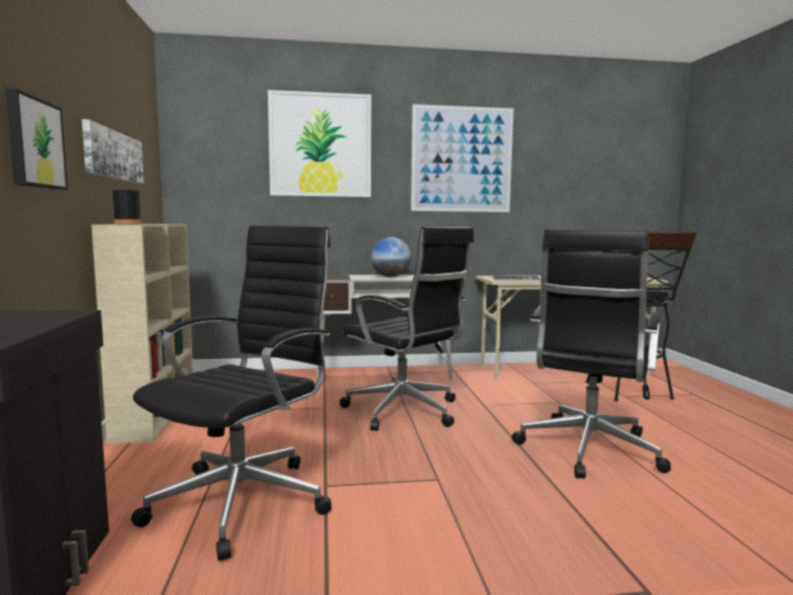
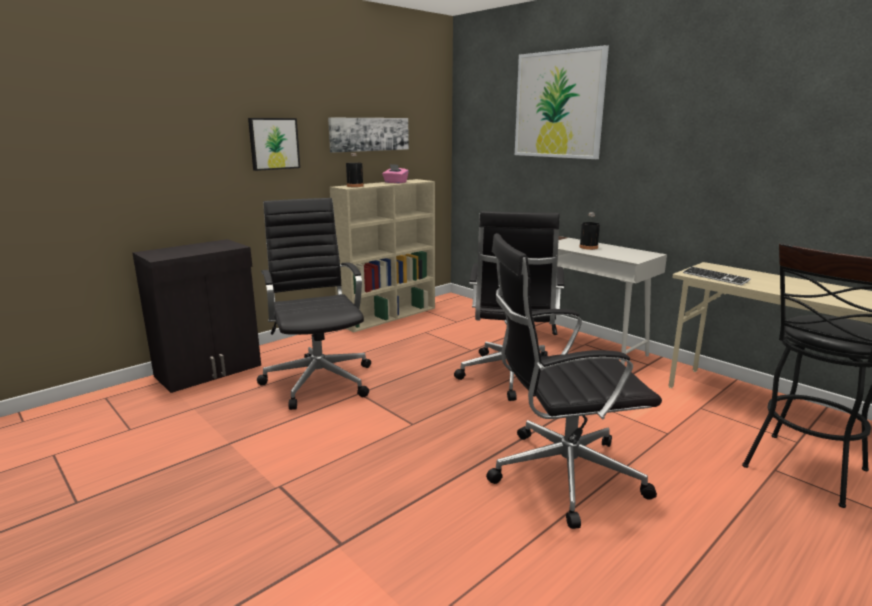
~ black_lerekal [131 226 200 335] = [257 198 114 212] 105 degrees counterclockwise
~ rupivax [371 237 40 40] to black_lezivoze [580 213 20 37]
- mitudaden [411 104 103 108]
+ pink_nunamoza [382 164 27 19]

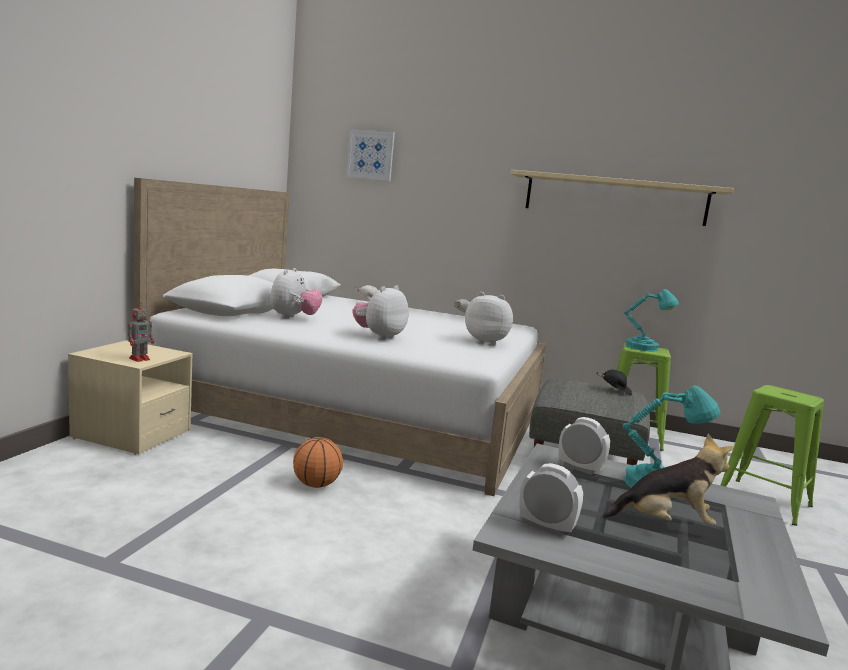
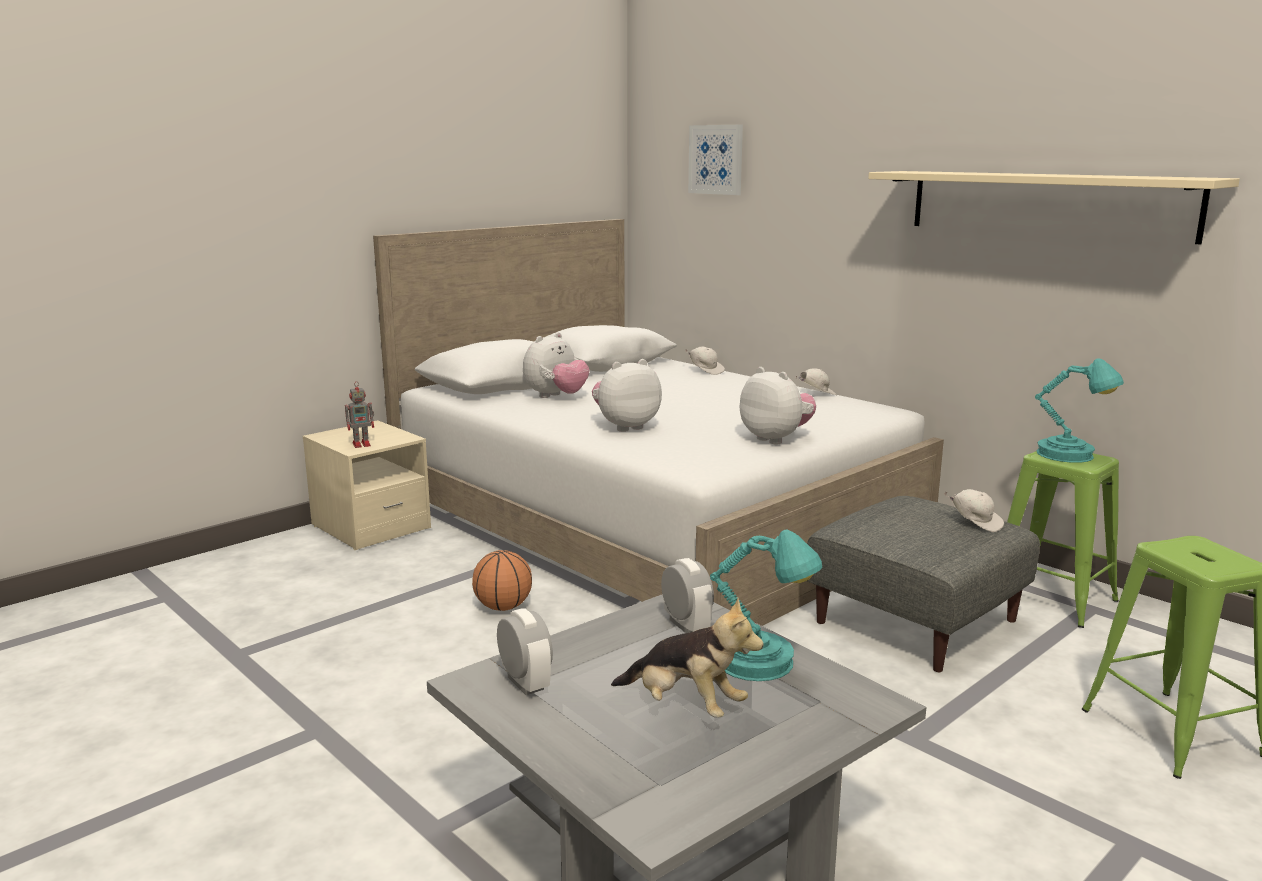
~ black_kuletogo [596 370 36 25] to white_kuletogo [944 489 60 43]

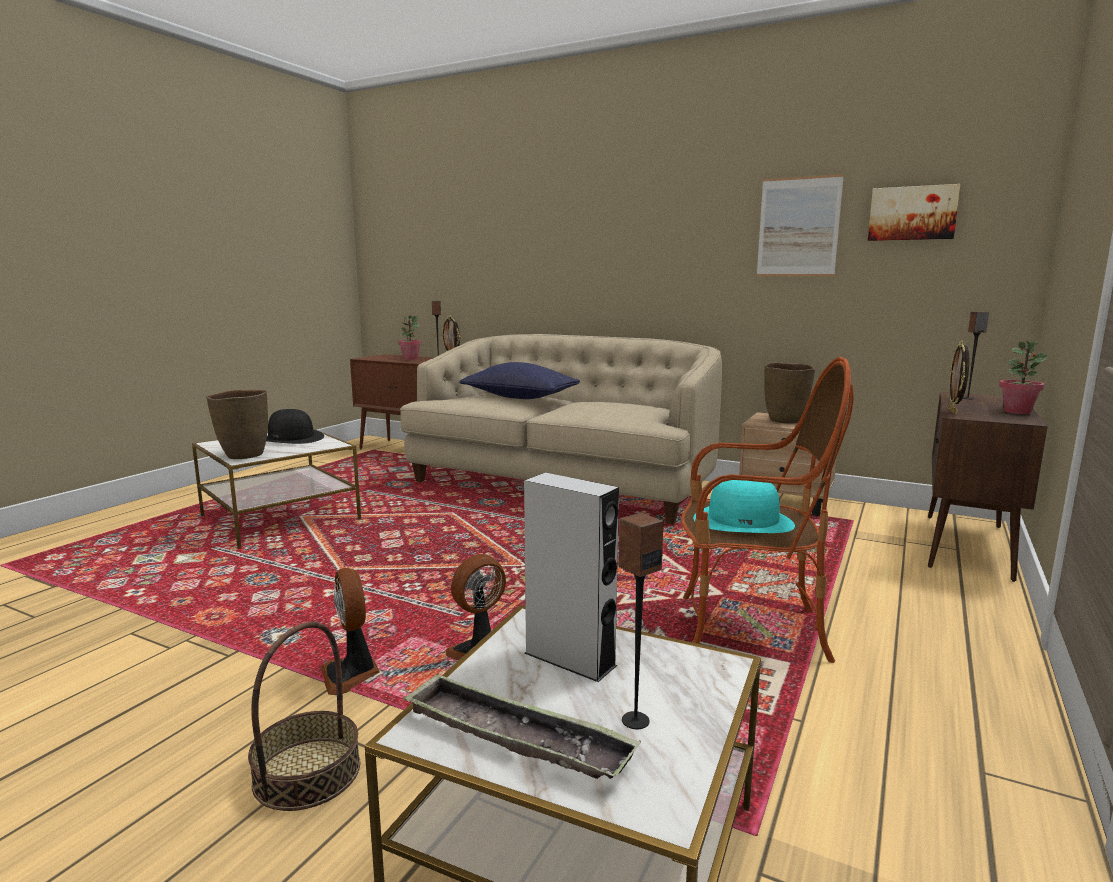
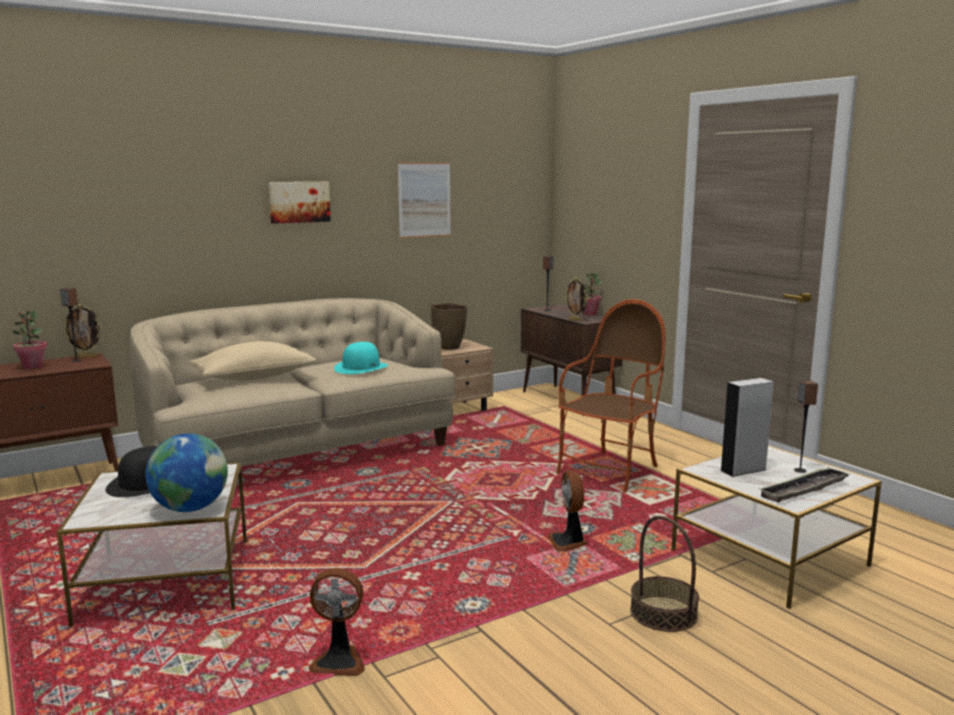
~ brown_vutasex [206 390 62 69] to rupivax [145 433 83 79]
~ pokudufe [320 568 60 127] to [309 568 56 108]
~ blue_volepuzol [459 362 121 37] to beige_volepuzol [190 341 127 40]
~ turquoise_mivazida [693 480 102 53] to [334 342 54 32]
~ mitudaden [868 184 93 57] to [268 182 63 42]

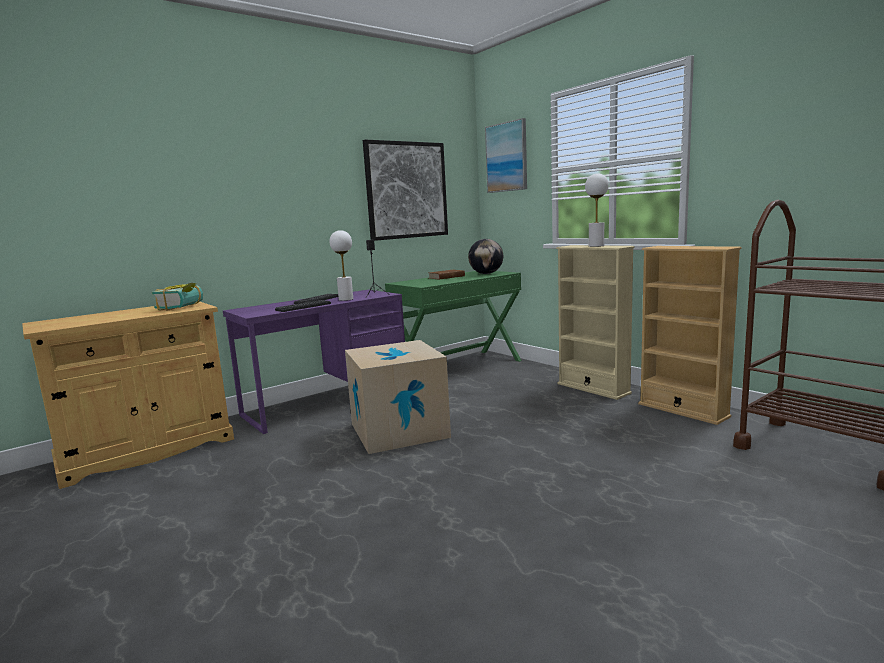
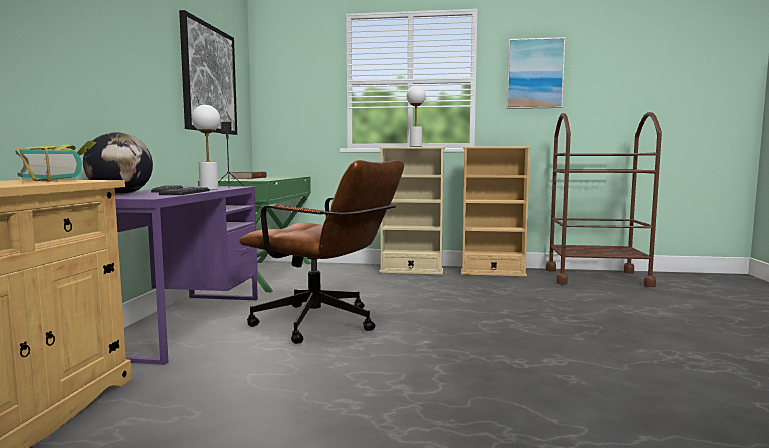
~ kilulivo [345 340 106 114] to brown_lerekal [239 160 165 184]
~ rupivax [468 239 35 35] to [83 132 70 63]
~ mitudaden [485 118 42 75] to [506 37 59 72]

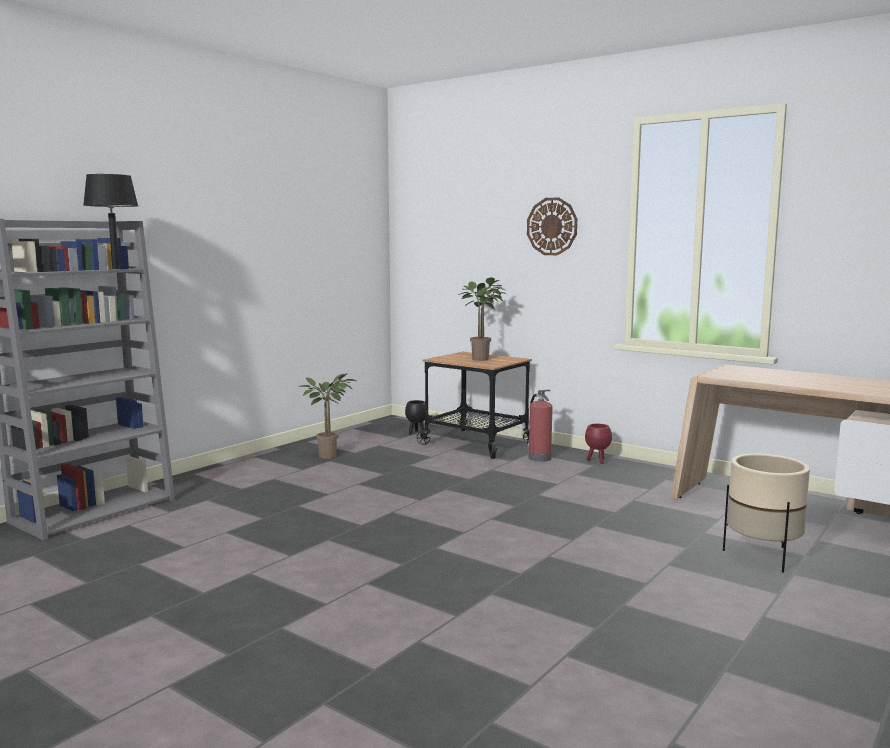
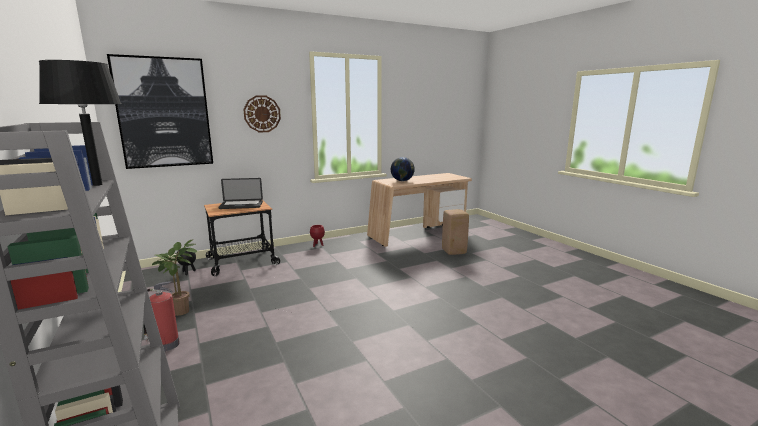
~ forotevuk [459 277 48 84] to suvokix [218 178 45 31]
~ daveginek [528 390 24 72] to [144 281 36 70]
~ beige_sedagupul [723 454 87 119] to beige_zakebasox [442 209 27 46]
+ mitudaden [107 54 106 115]
+ rupivax [391 157 24 24]

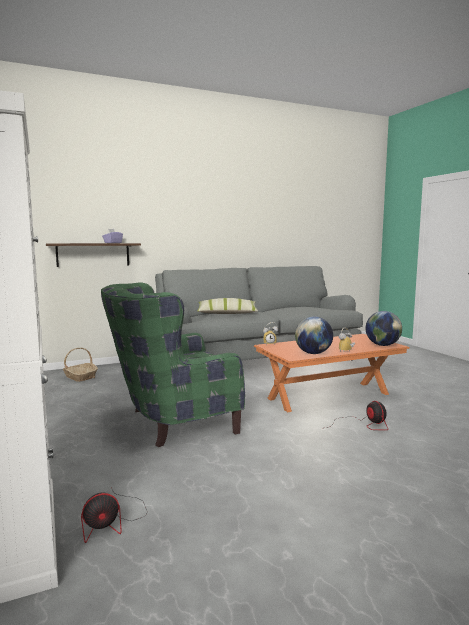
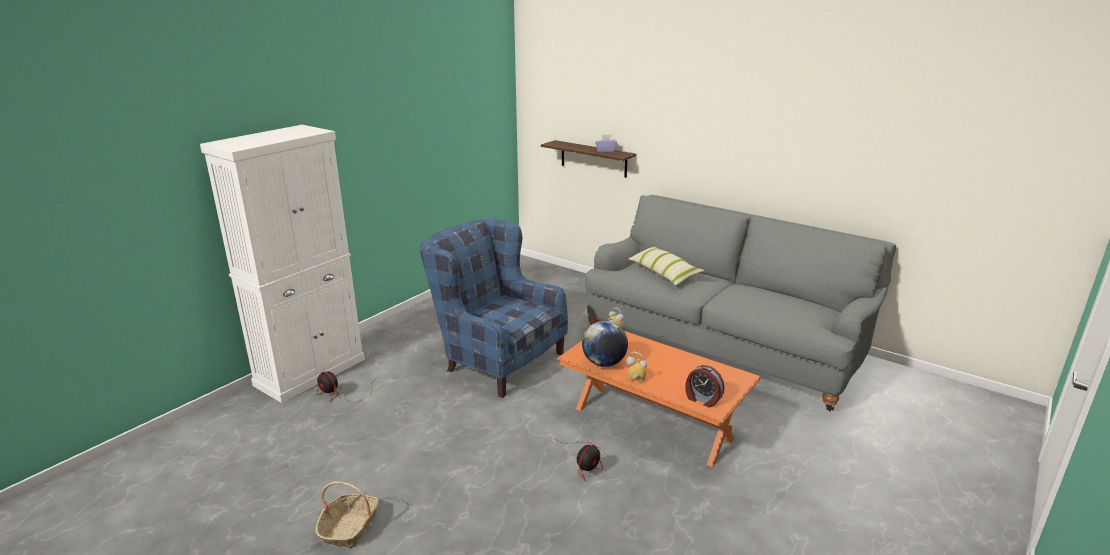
~ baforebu [63 348 35 34] to [315 481 64 67]
~ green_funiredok [101 283 144 164] to blue_funiredok [420 218 148 180]
~ rupivax [365 311 37 35] to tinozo [685 365 39 43]

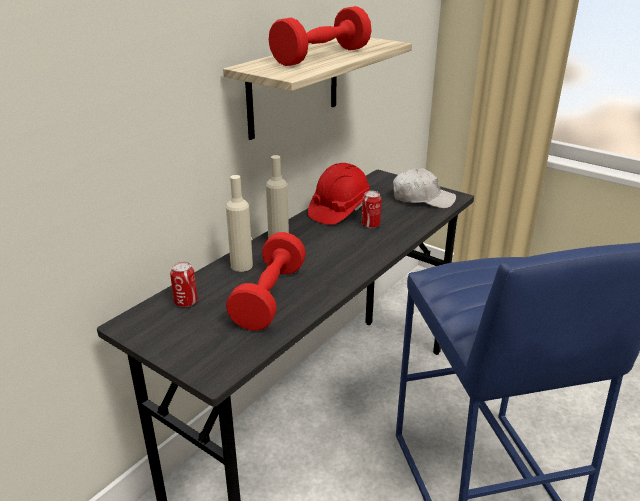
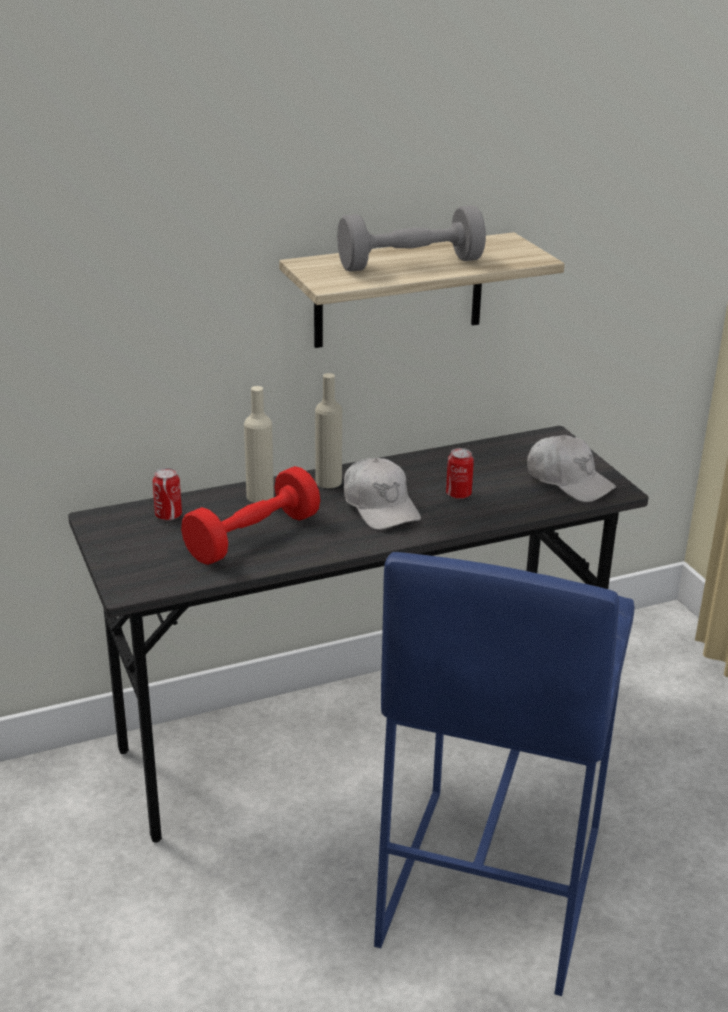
~ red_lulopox [269 6 103 60] to grey_lulopox [337 205 149 67]
- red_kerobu [308 163 63 62]
+ white_kuletogo [344 458 77 72]

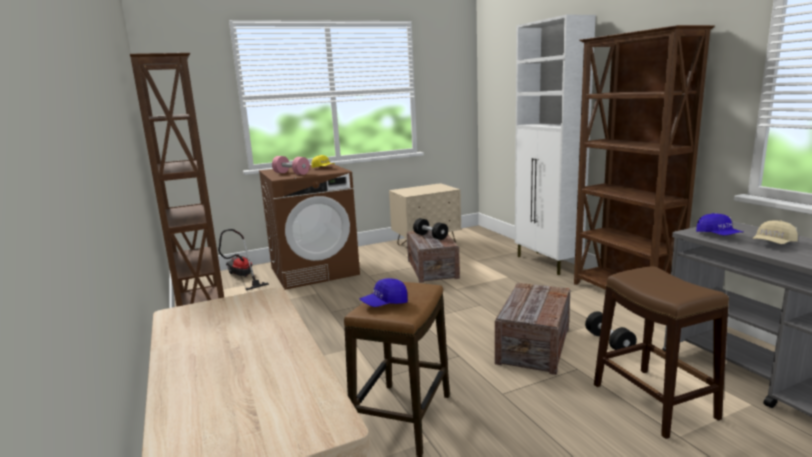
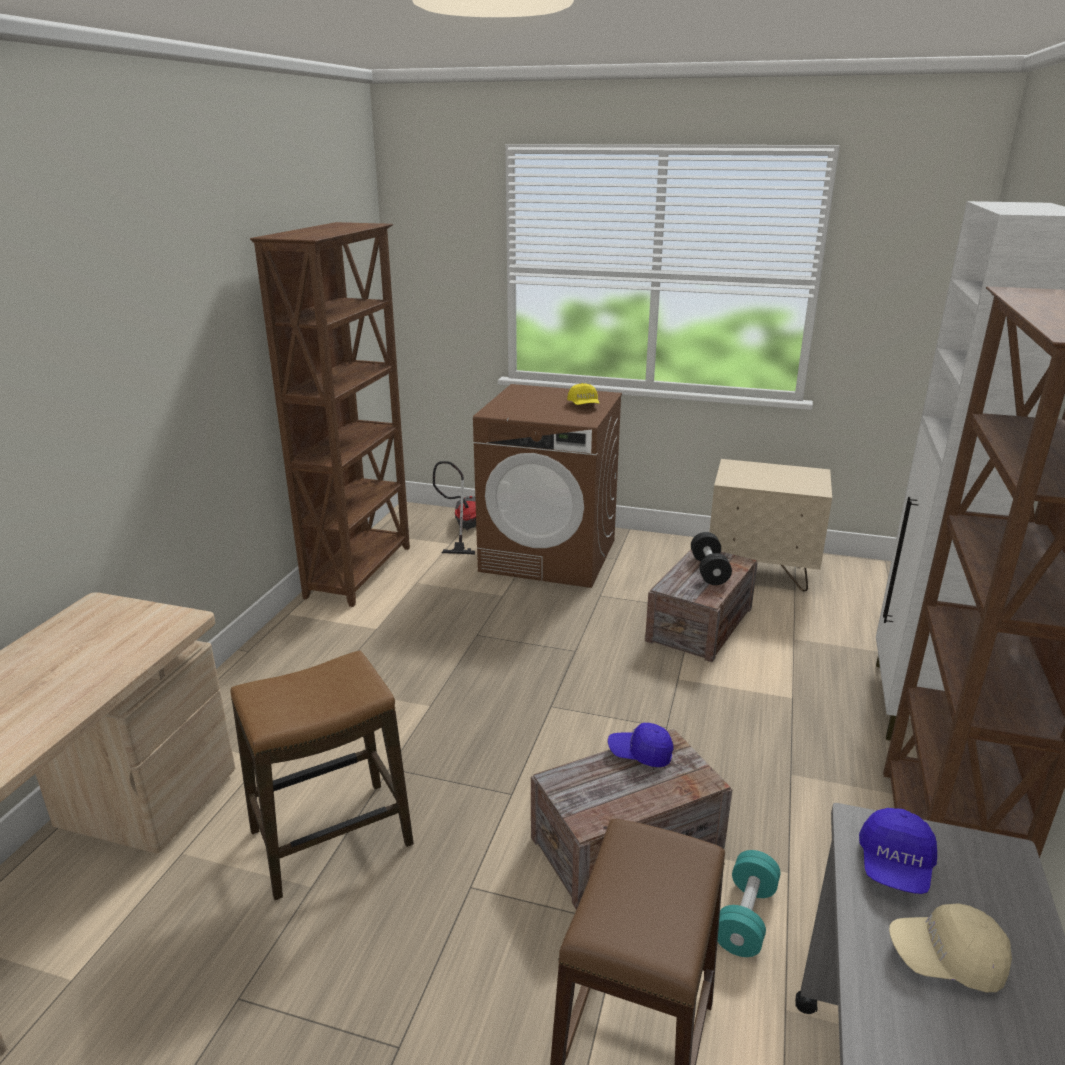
- pink_lulopox [272 156 38 19]
~ blue_kuletogo [359 278 49 29] to [608 723 65 44]
~ black_lulopox [585 311 52 39] to turquoise_lulopox [718 850 62 107]

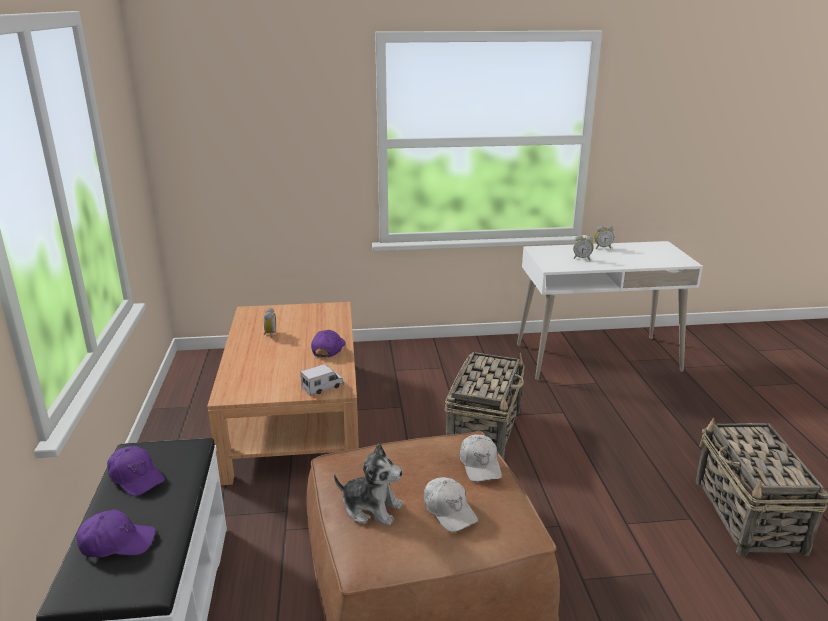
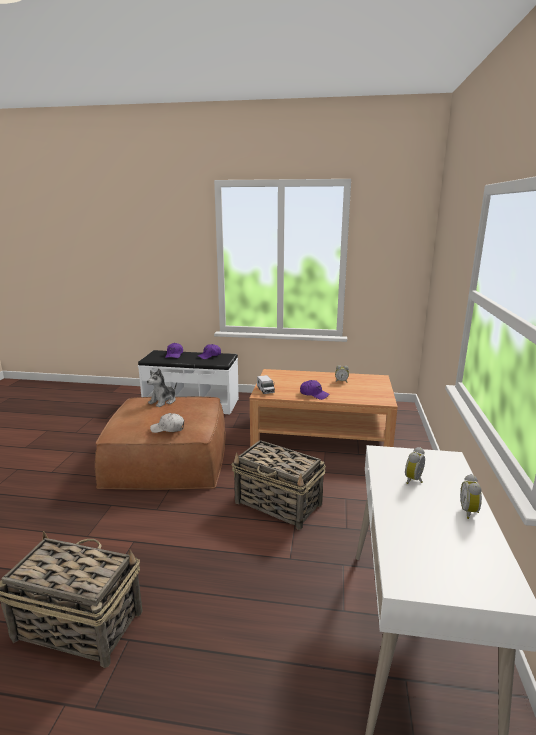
- white_kuletogo [424 477 54 55]

